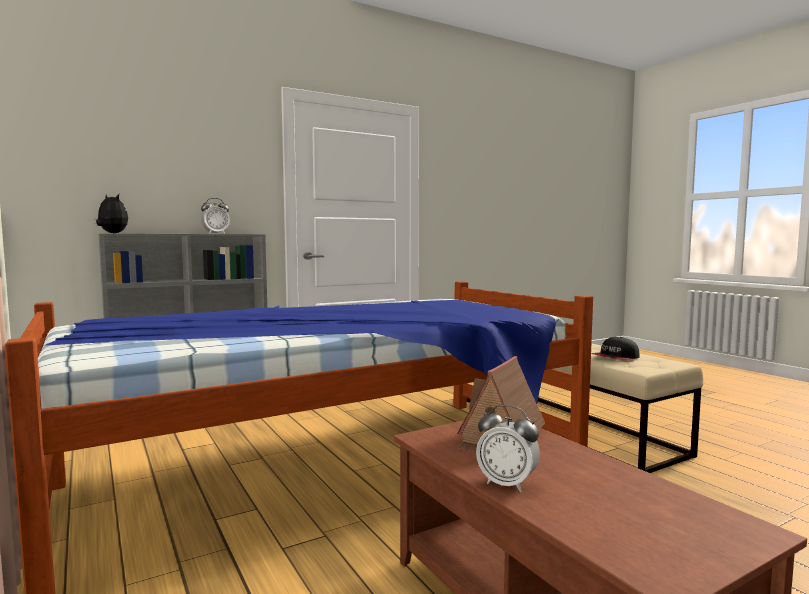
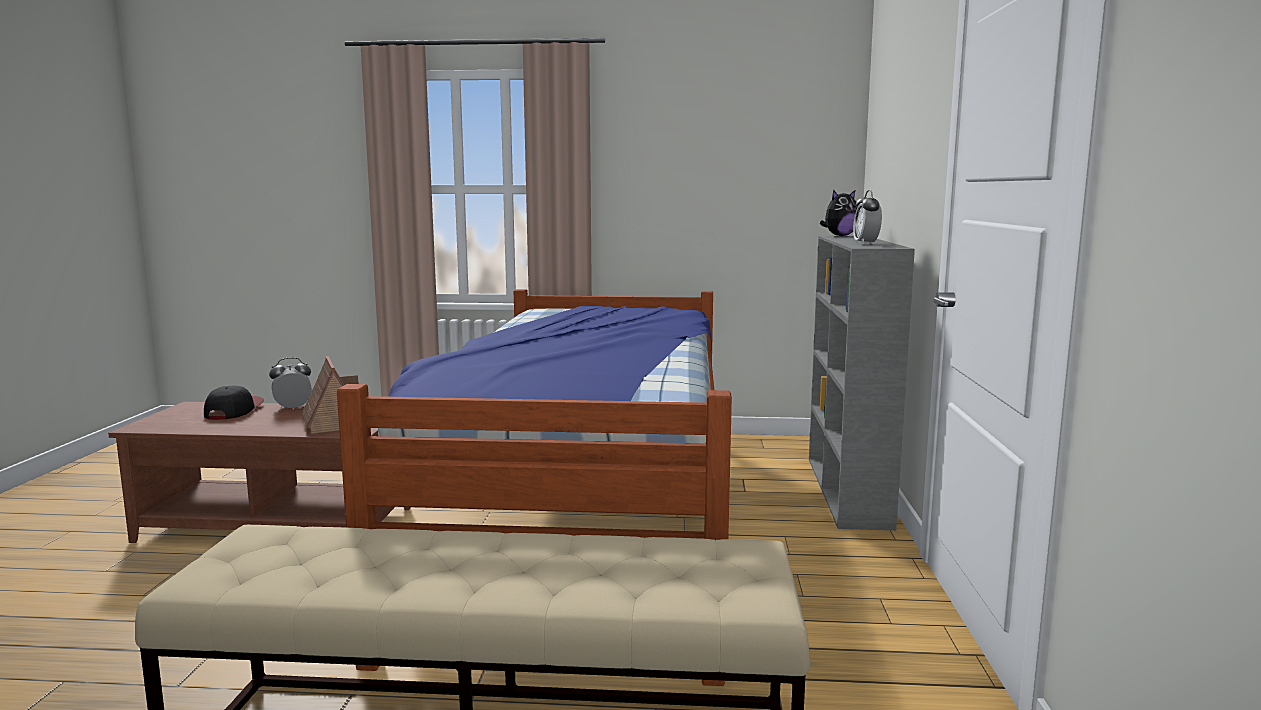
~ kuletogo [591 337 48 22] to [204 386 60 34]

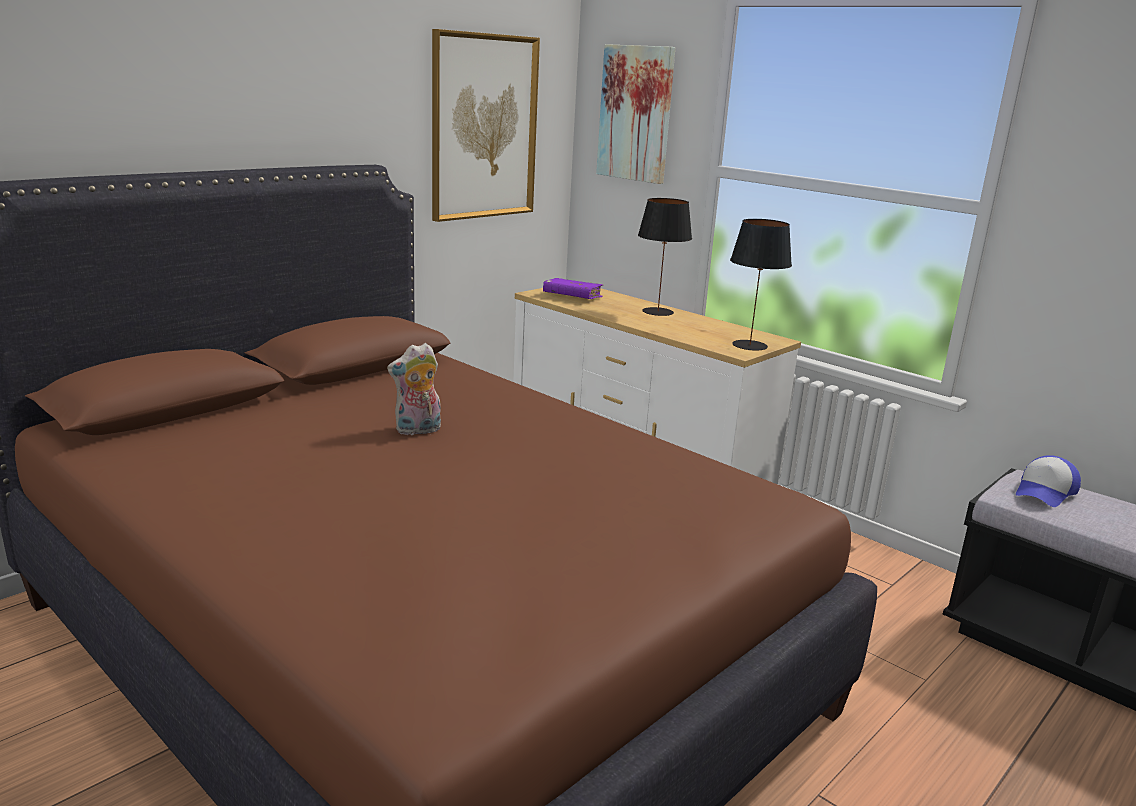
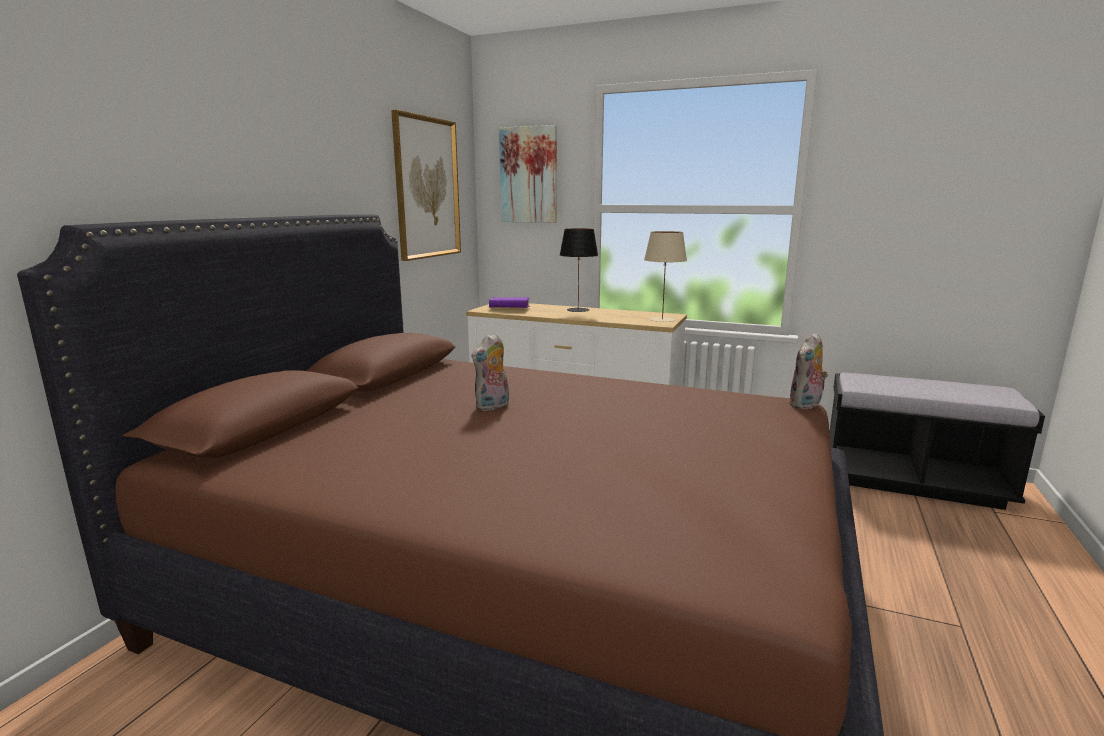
~ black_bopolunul [730 219 62 131] to beige_bopolunul [644 231 43 91]
- kuletogo [1016 455 65 52]
+ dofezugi [790 333 38 77]

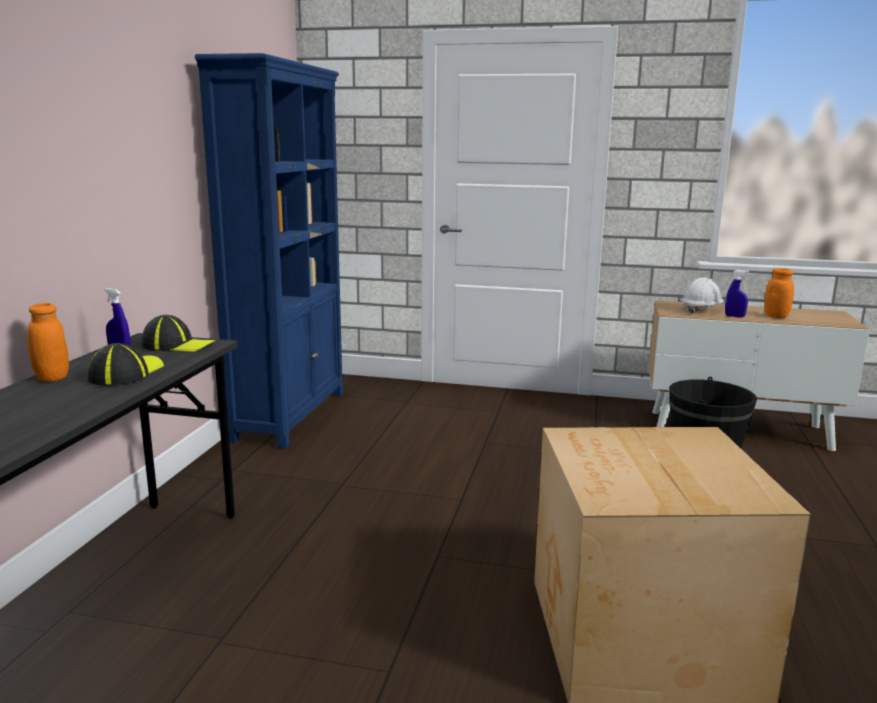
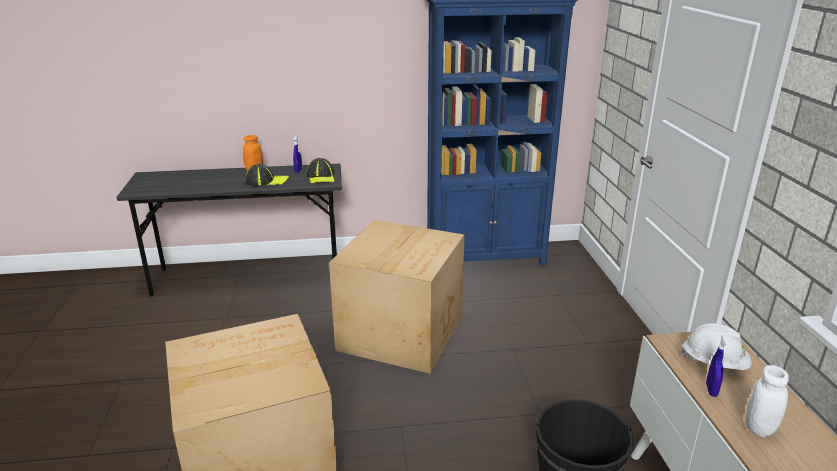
~ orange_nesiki [765 268 29 50] to white_nesiki [745 365 44 72]
+ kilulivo [329 220 136 153]

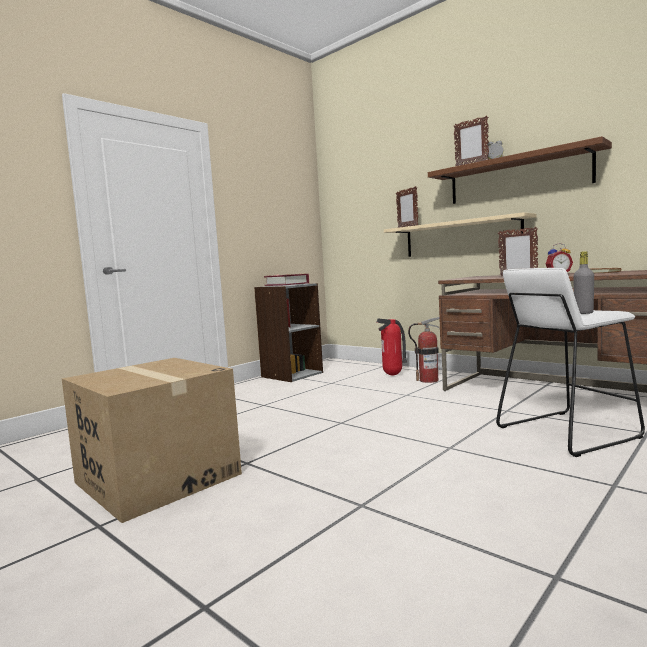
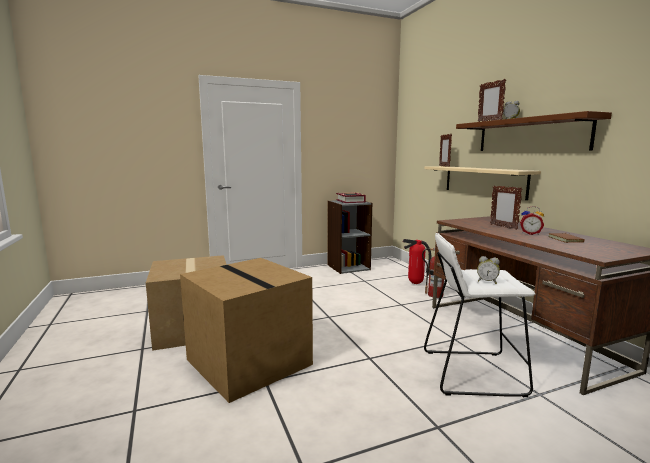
~ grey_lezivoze [573 251 21 63] to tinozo [477 256 23 28]
+ kilulivo [180 258 133 145]

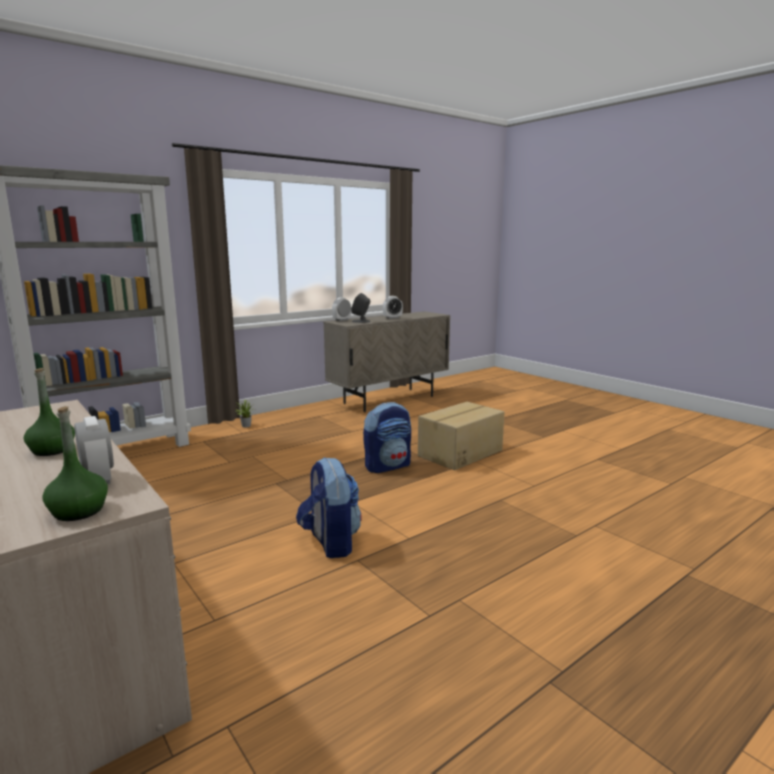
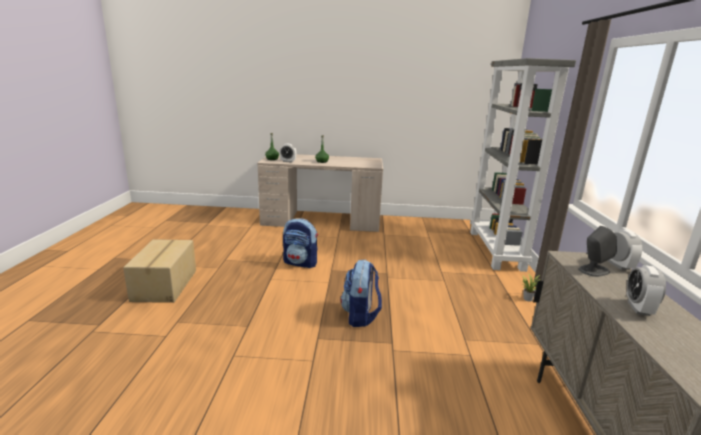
~ kilulivo [418 402 87 68] to [123 239 73 64]

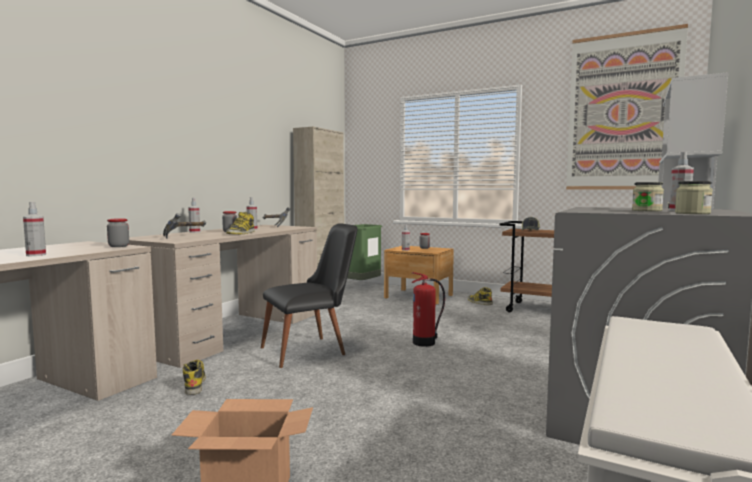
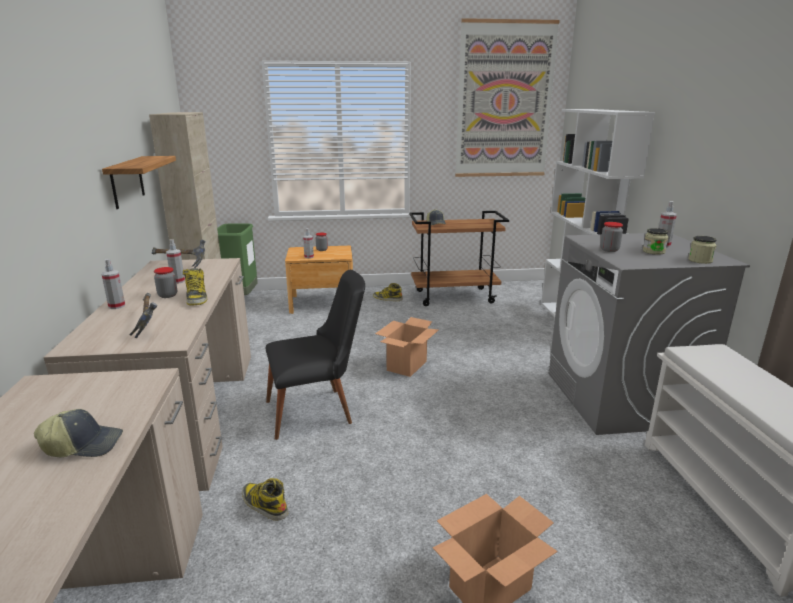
~ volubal [23 202 23 54] to kuletogo [34 409 89 49]
~ nesiki [107 218 22 29] to [600 222 23 30]
~ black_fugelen [261 223 97 145] = [266 270 99 170] 45 degrees clockwise
~ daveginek [412 272 33 75] to kilulivo [375 317 64 60]
+ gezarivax [102 156 74 53]

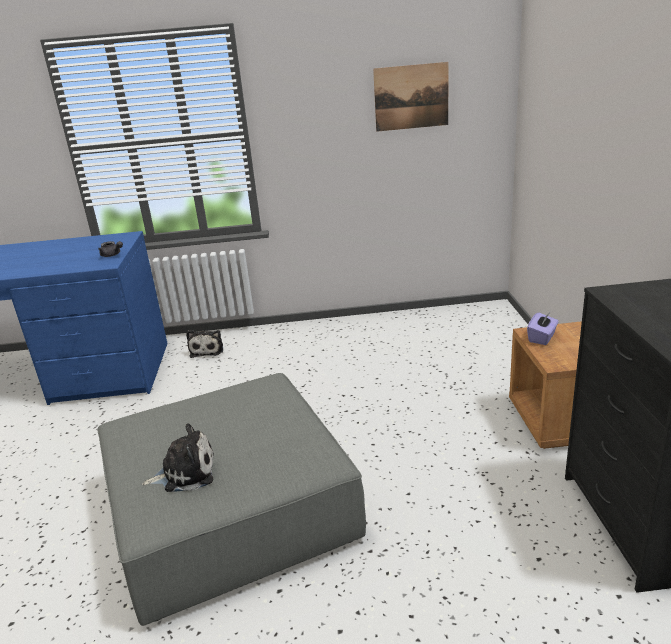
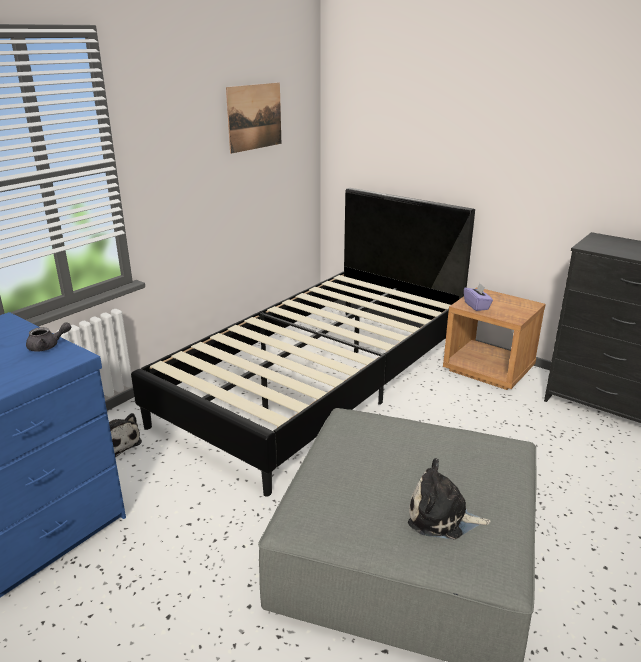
~ dofezugi [142 423 72 69] = [408 458 83 81] 105 degrees counterclockwise
+ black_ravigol [131 188 344 309]

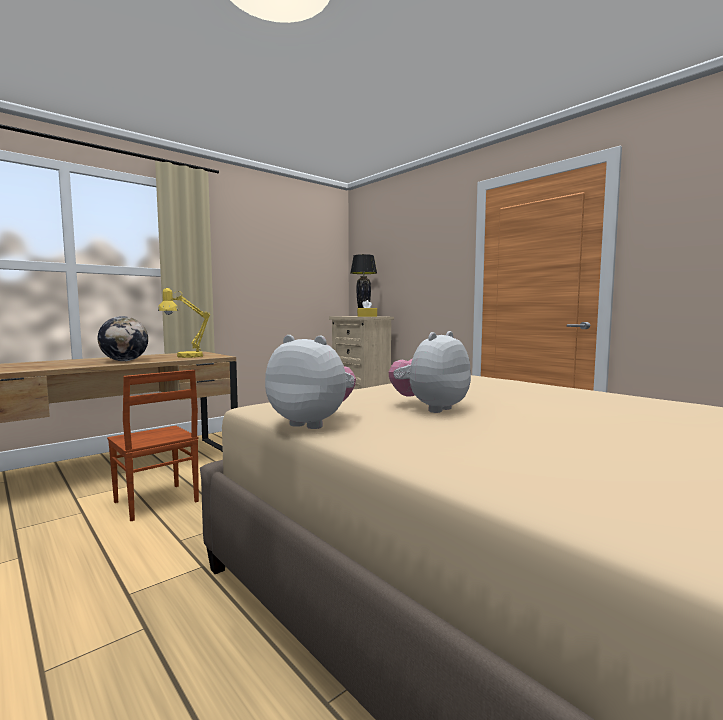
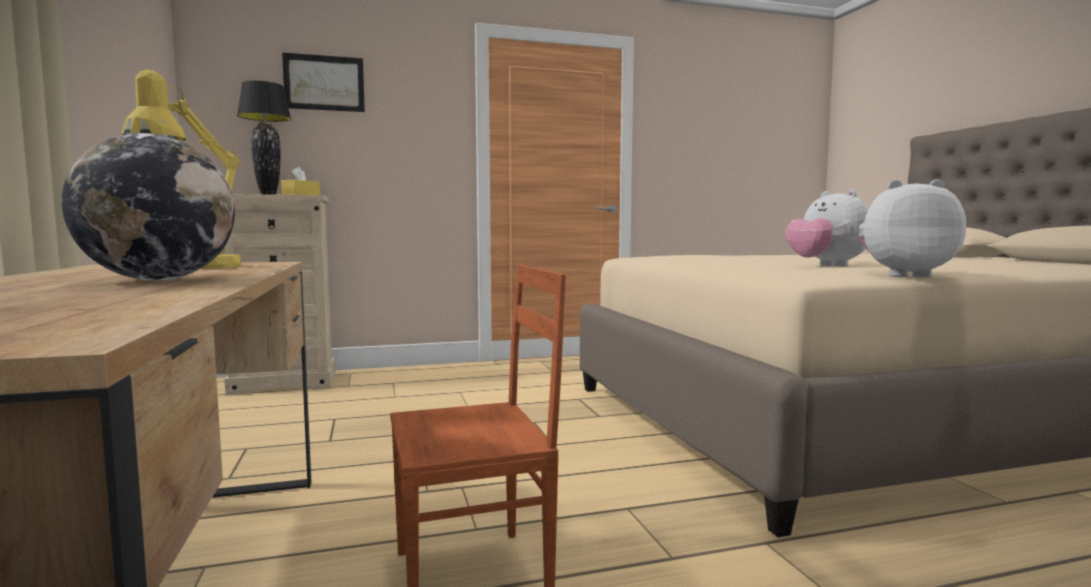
~ dofezugi [265 335 91 94] = [858 179 108 98] 45 degrees clockwise
+ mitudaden [282 52 83 60]

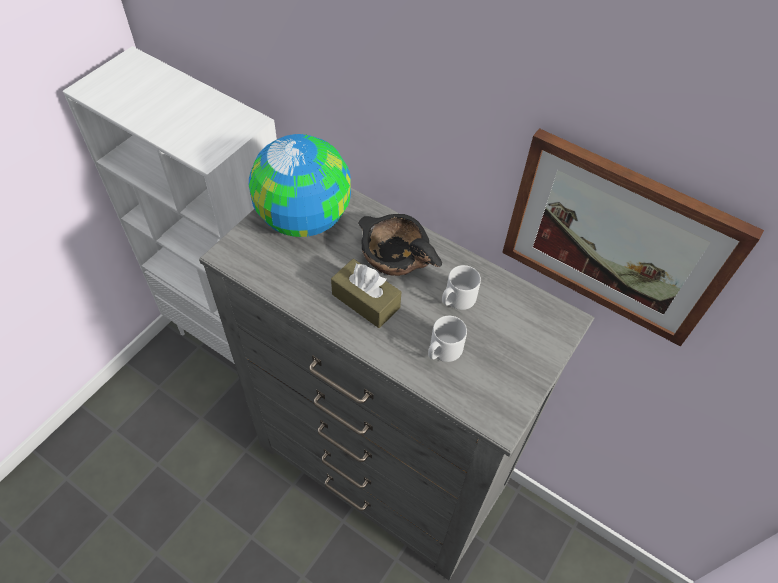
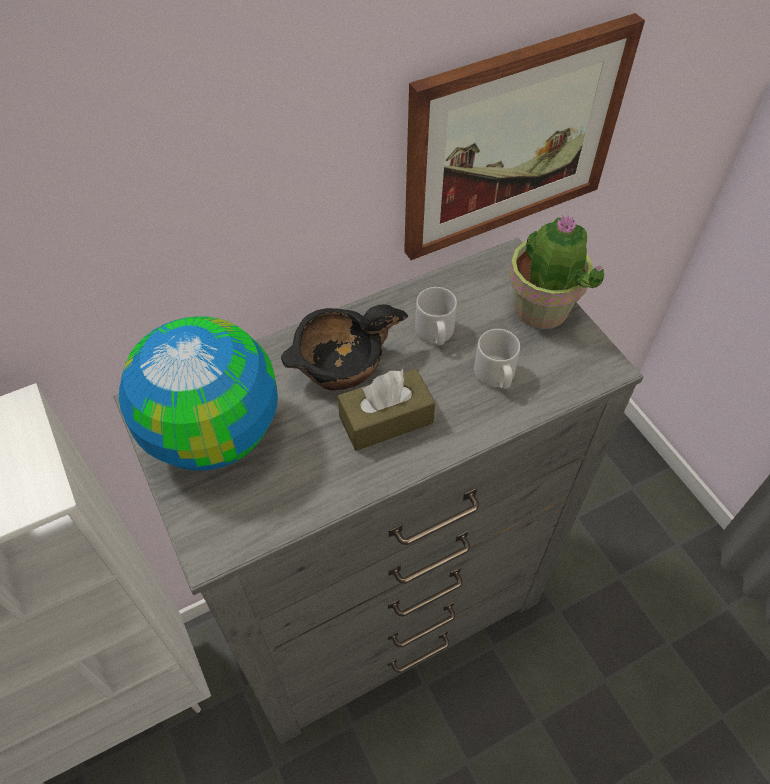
+ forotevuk [509 215 96 114]

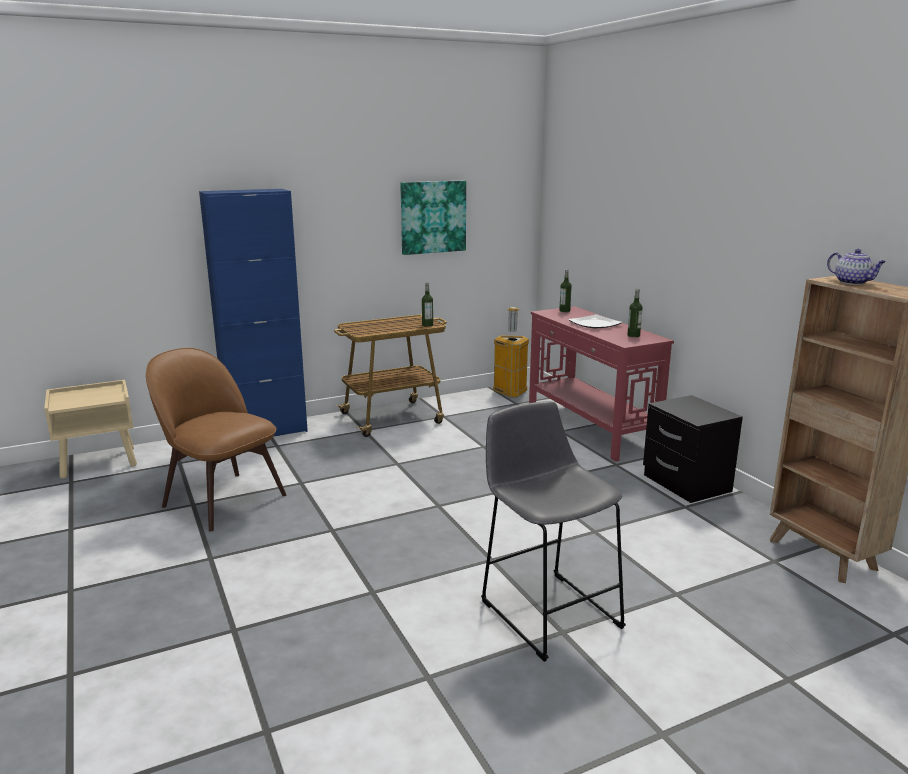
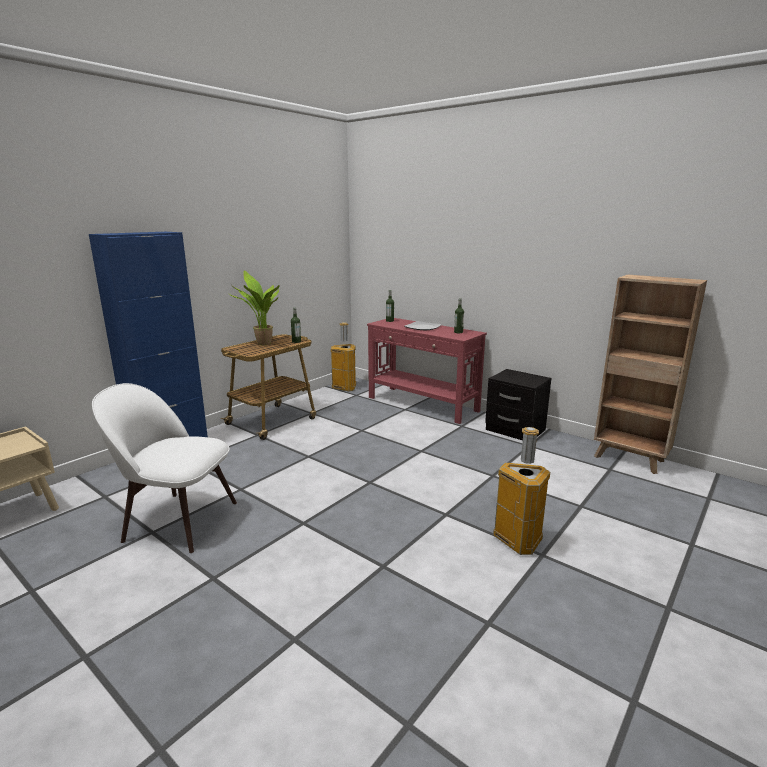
~ brown_fugelen [146 348 140 184] to white_fugelen [92 383 145 170]
- mitudaden [400 181 66 74]
~ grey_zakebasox [481 401 145 261] to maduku [493 427 57 128]
- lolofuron [827 249 59 36]
+ forotevuk [228 270 51 76]

